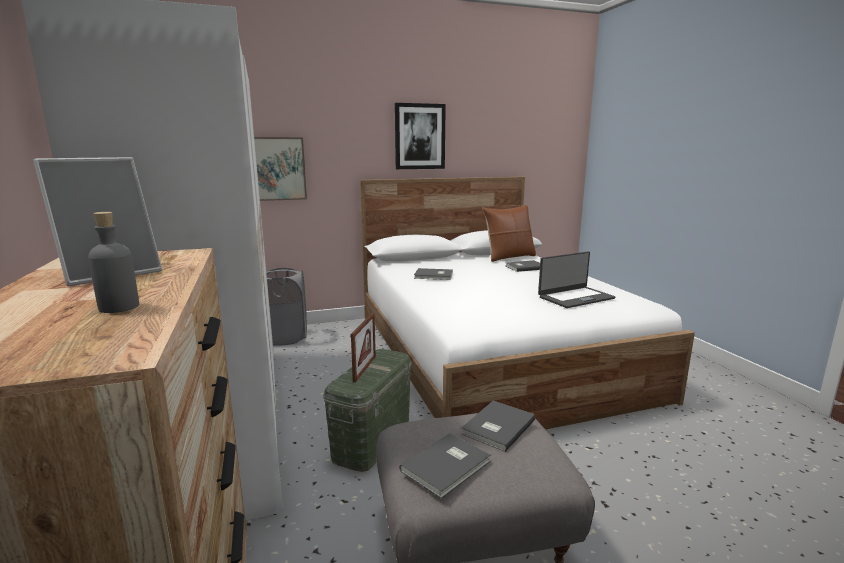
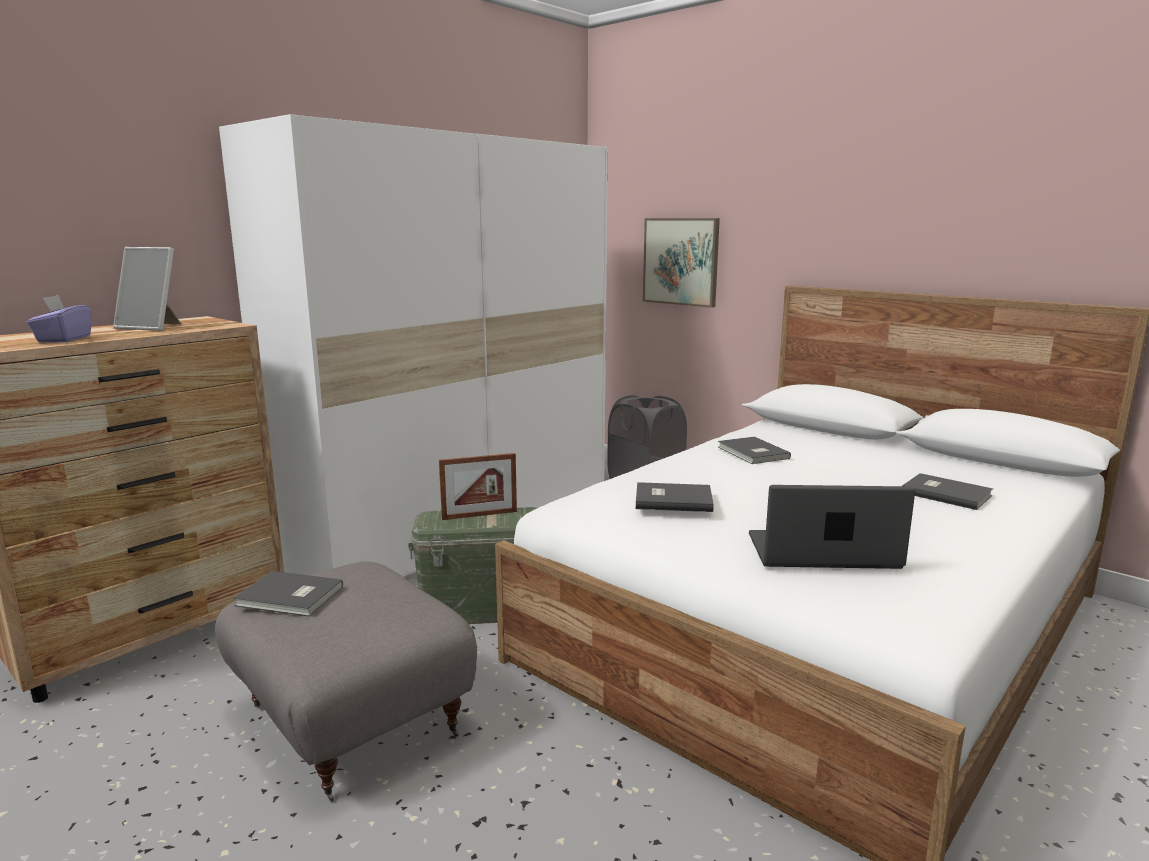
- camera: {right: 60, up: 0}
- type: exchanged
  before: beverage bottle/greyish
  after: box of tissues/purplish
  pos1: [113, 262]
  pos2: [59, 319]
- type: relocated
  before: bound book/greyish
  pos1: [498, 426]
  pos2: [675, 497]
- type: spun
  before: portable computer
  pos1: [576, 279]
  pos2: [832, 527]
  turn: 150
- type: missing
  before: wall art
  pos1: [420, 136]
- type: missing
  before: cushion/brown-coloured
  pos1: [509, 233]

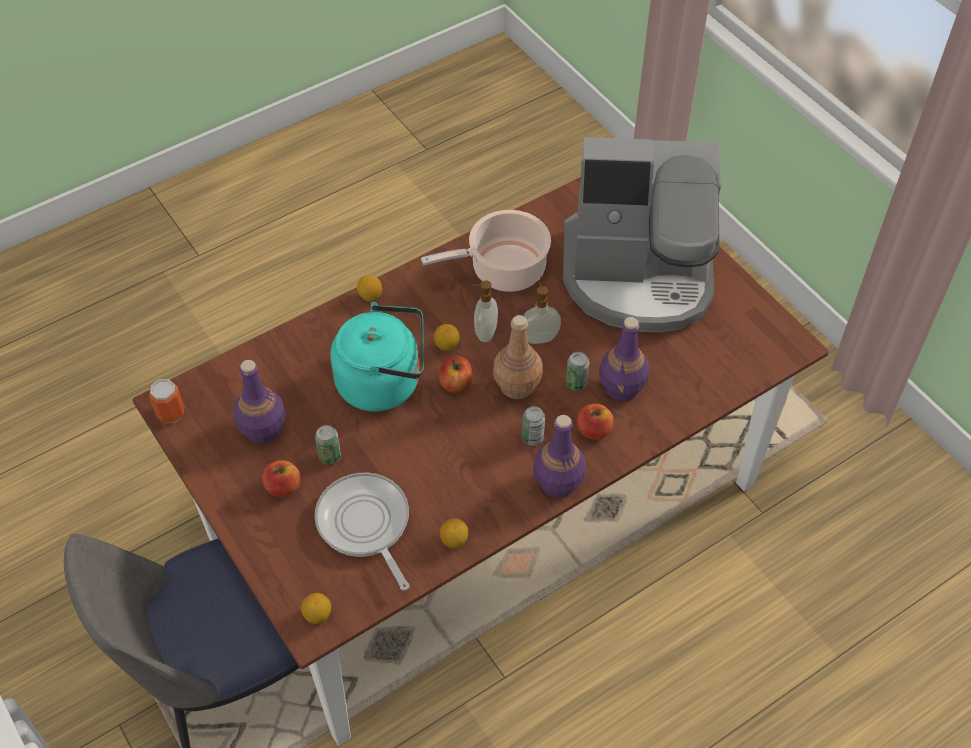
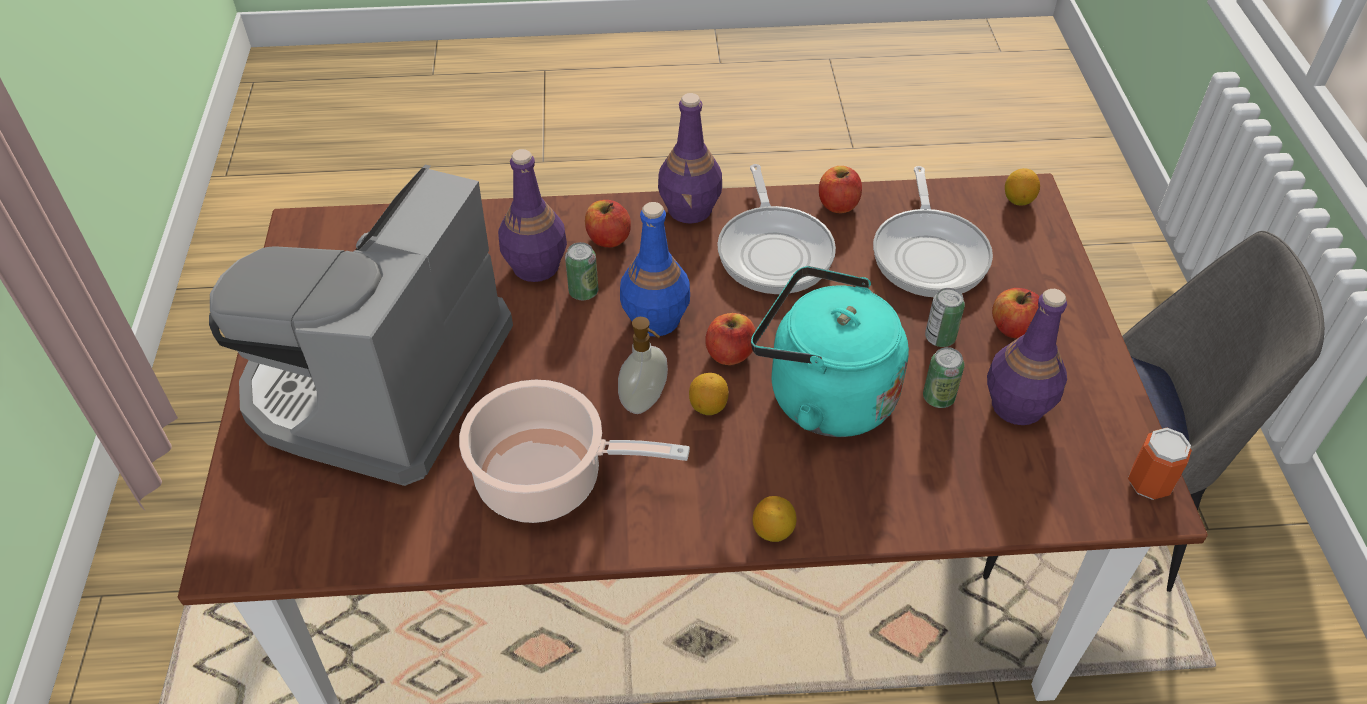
- camera: {right: -150, up: -5}
- type: spun
  before: coffee brewer
  pos1: [642, 234]
  pos2: [361, 325]
  turn: -105
- type: colour
  before: beverage bottle/brown-coloured
  after: beverage bottle/blue-coloured
  pos1: [518, 357]
  pos2: [655, 269]
- type: appeared
  after: skillet
  pos2: [776, 229]
- type: exchanged
  before: whole lemon
  after: apple fruit
  pos1: [454, 533]
  pos2: [840, 189]
- type: relocated
  before: can
  pos1: [533, 426]
  pos2: [943, 377]
- type: missing
  before: soap dispenser
  pos1: [542, 313]

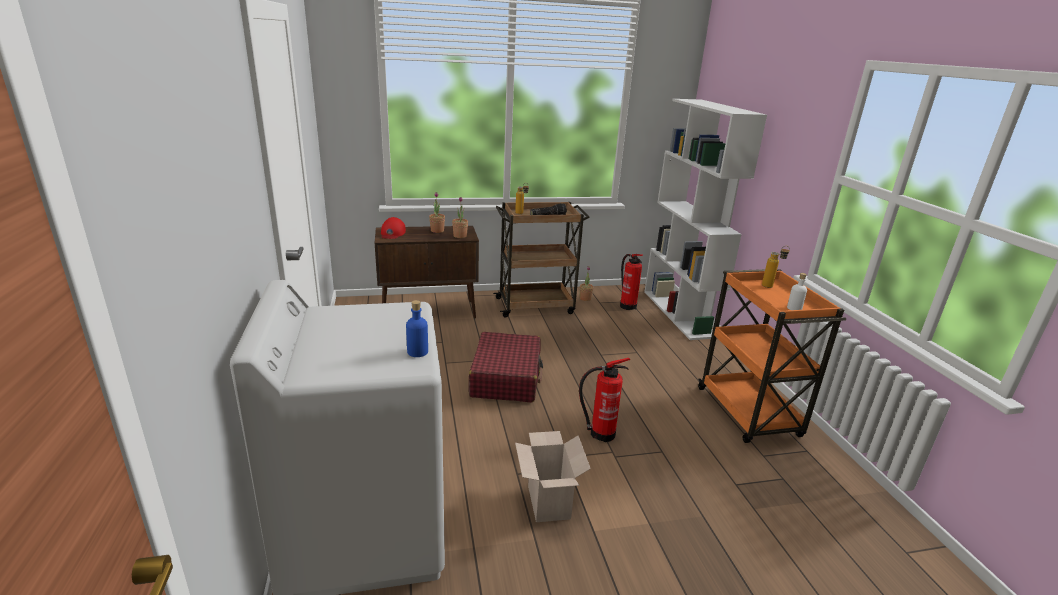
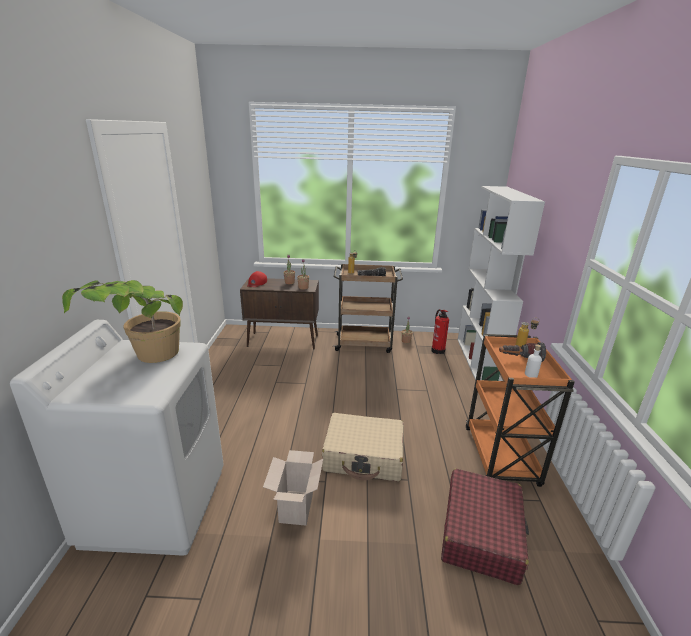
- camera: {right: 15, up: 0}
- type: appeared
  after: plant in a pot
  pos2: [122, 321]
- type: exchanged
  before: extinguisher
  after: piece of luggage/beige-coloured
  pos1: [604, 400]
  pos2: [363, 447]
- type: relocated
  before: piece of luggage/reddish
  pos1: [506, 367]
  pos2: [485, 526]
- type: appeared
  after: flashlight
  pos2: [522, 352]
- type: missing
  before: beverage bottle/blue-coloured
  pos1: [417, 328]

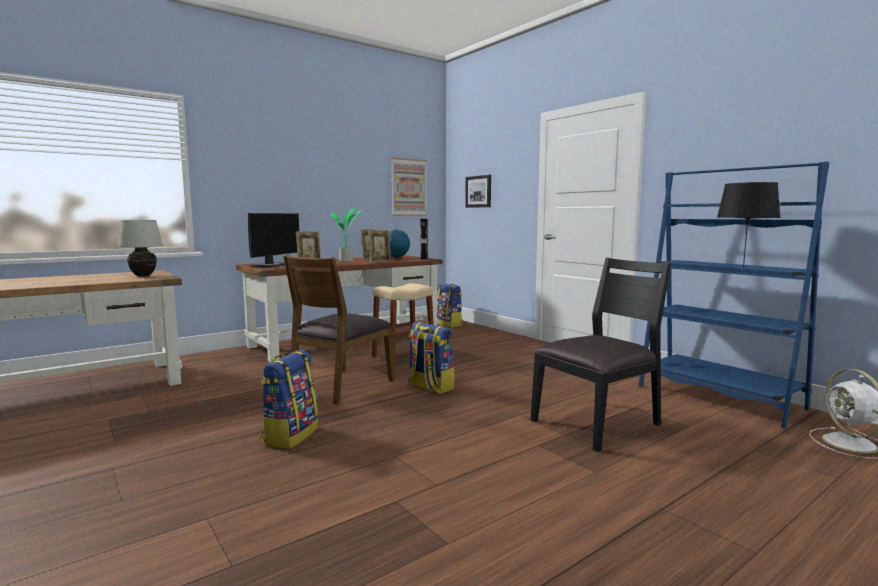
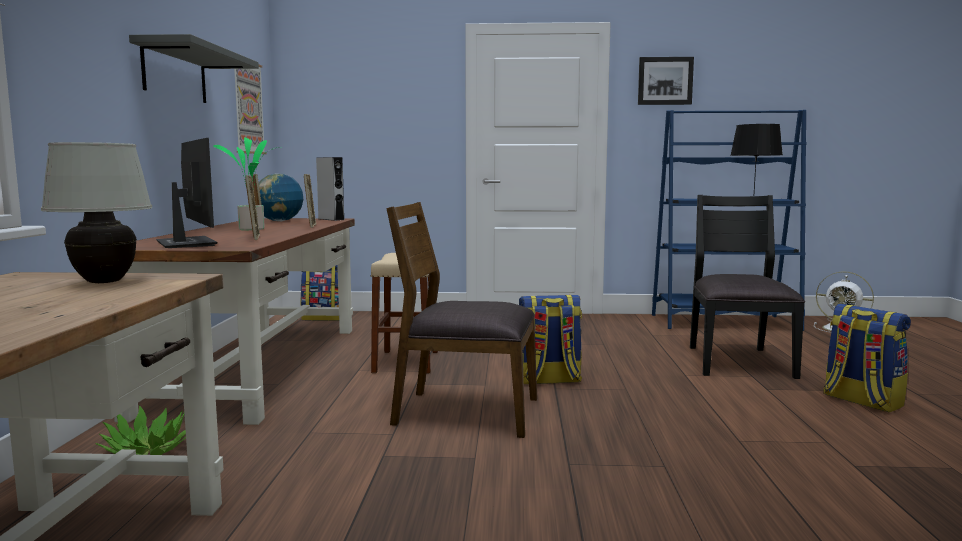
- camera: {right: -50, up: 0}
- type: appeared
  after: plant in a pot
  pos2: [141, 430]
- type: appeared
  after: shelf/greyish
  pos2: [194, 68]
- type: spun
  before: upright chair/brown-coloured
  pos1: [338, 330]
  pos2: [461, 320]
  turn: 120
- type: relocated
  before: wall art
  pos1: [478, 191]
  pos2: [666, 81]
- type: relocated
  before: knapsack
  pos1: [289, 399]
  pos2: [867, 358]

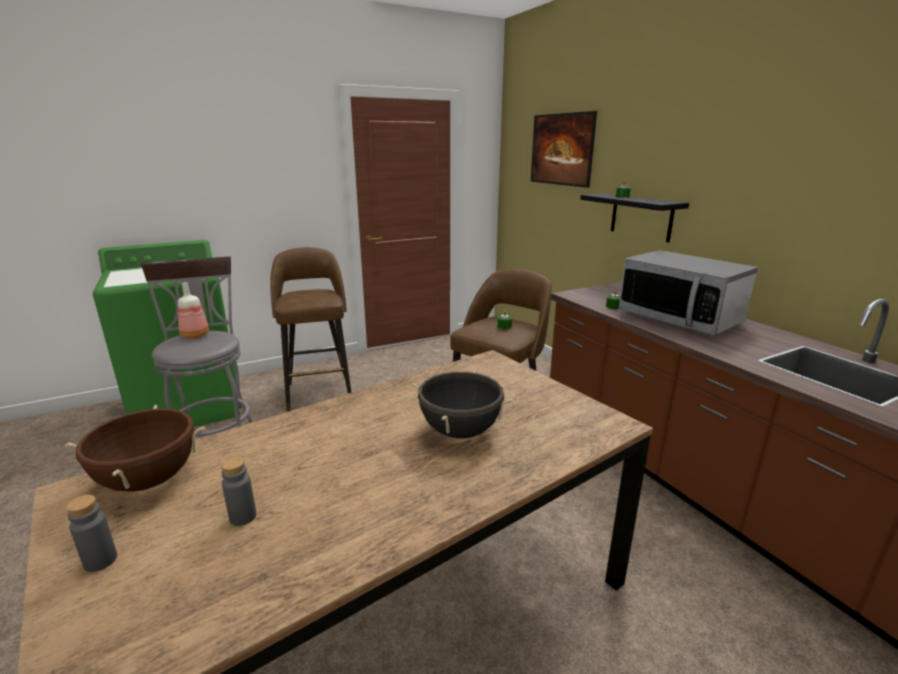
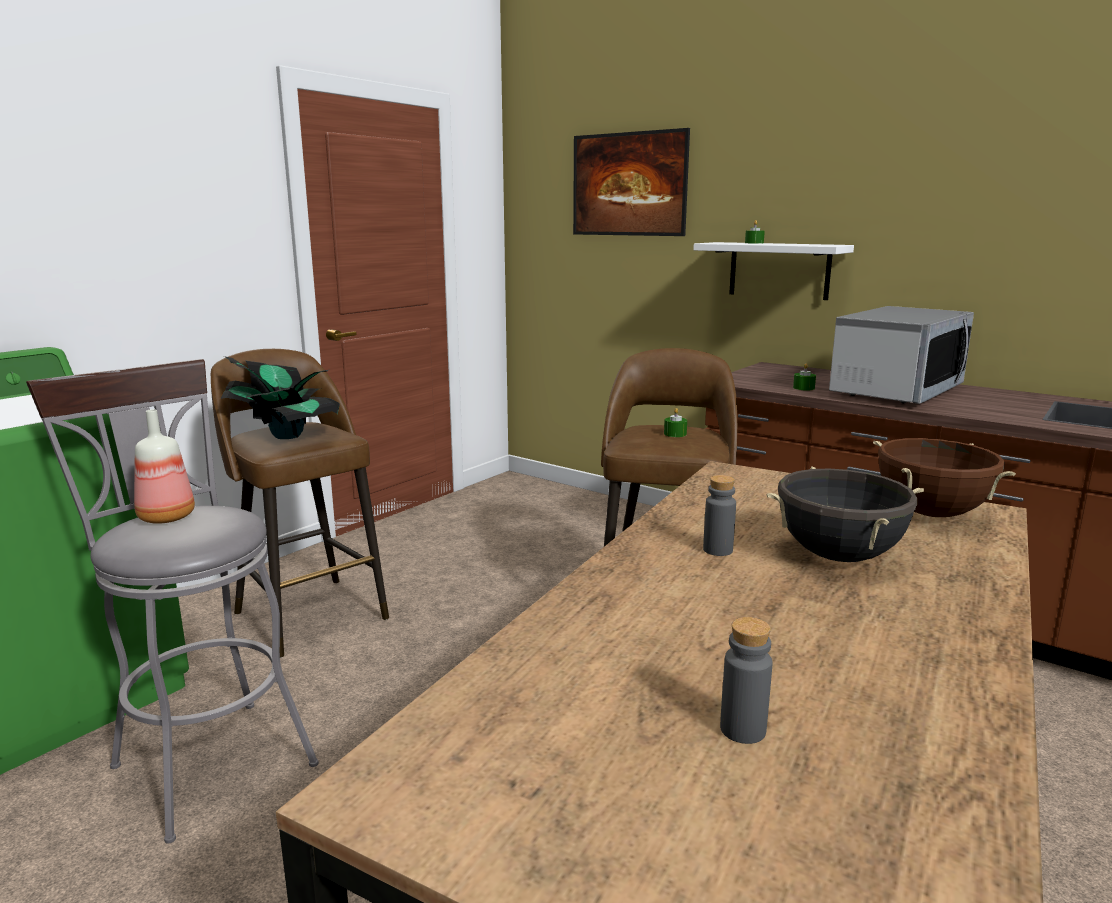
- camera: {right: -25, up: -5}
- type: appeared
  after: plant in a pot
  pos2: [280, 397]
- type: colour
  before: shelf/black
  after: shelf/white
  pos1: [634, 217]
  pos2: [773, 271]
- type: relocated
  before: beverage bottle/greyish
  pos1: [91, 533]
  pos2: [719, 515]
- type: spun
  before: kitchen microwave
  pos1: [688, 293]
  pos2: [901, 355]
  turn: -75
- type: relocated
  before: stockpot/brown-coloured
  pos1: [135, 448]
  pos2: [944, 477]

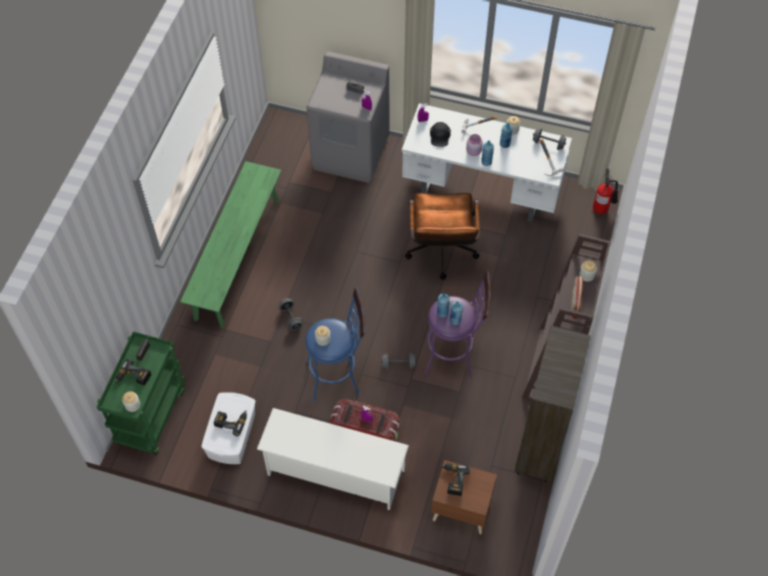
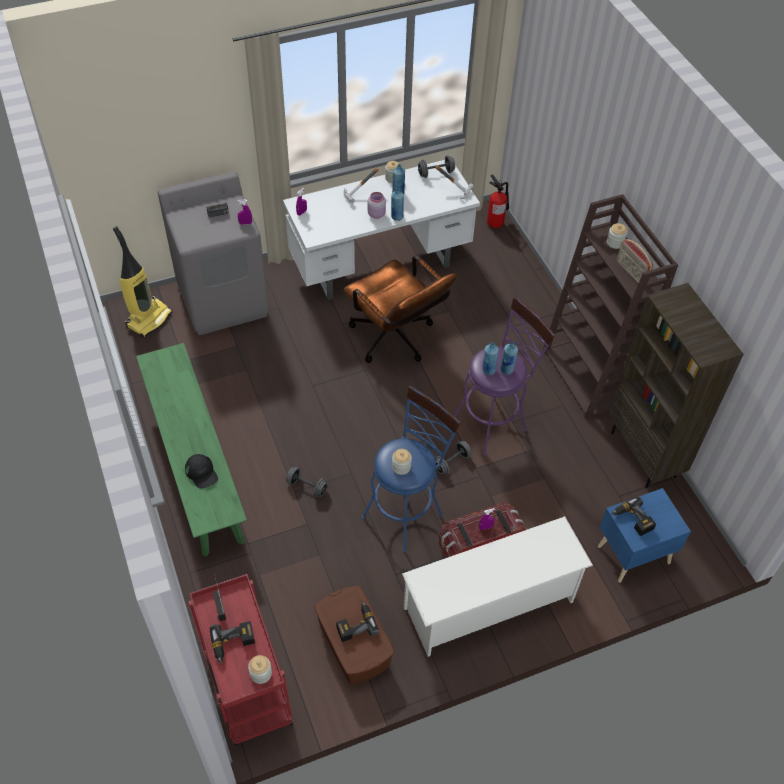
- camera: {right: -40, up: -5}
- type: appeared
  after: hoover
  pos2: [142, 282]
- type: relocated
  before: peaked cap/black
  pos1: [440, 134]
  pos2: [201, 471]
- type: colour
  before: trolley/green-coloured
  after: trolley/reddish
  pos1: [141, 393]
  pos2: [241, 660]
- type: colour
  before: storage container/white
  after: storage container/brown-coloured
  pos1: [228, 428]
  pos2: [354, 635]
- type: colour
  before: nightstand/brown-coloured
  after: nightstand/blue-coloured
  pos1: [464, 497]
  pos2: [644, 535]

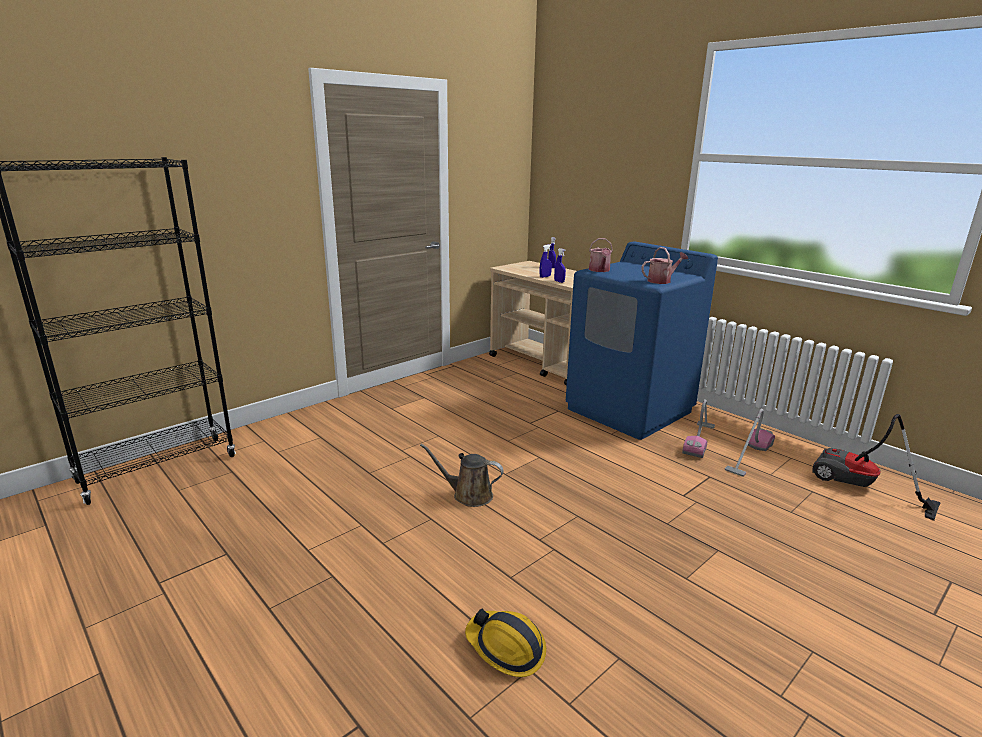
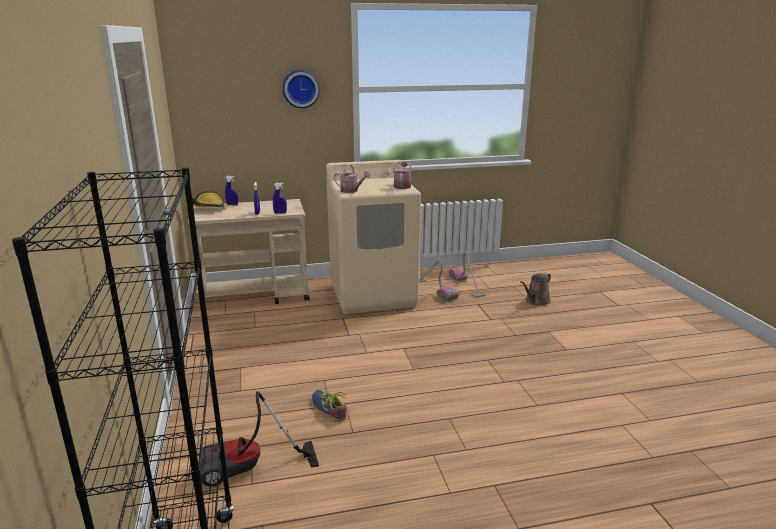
- camera: {right: -60, up: 0}
- type: relocated
  before: safety helmet
  pos1: [505, 642]
  pos2: [205, 200]
- type: relocated
  before: hoover
  pos1: [876, 467]
  pos2: [259, 439]
- type: appeared
  after: hanging clock
  pos2: [301, 89]
- type: appeared
  after: shoe
  pos2: [329, 406]
- type: colour
  before: washing machine/blue-coloured
  after: washing machine/beige-coloured
  pos1: [642, 341]
  pos2: [373, 237]
- type: relocated
  before: watering can/brown-coloured
  pos1: [462, 475]
  pos2: [535, 289]

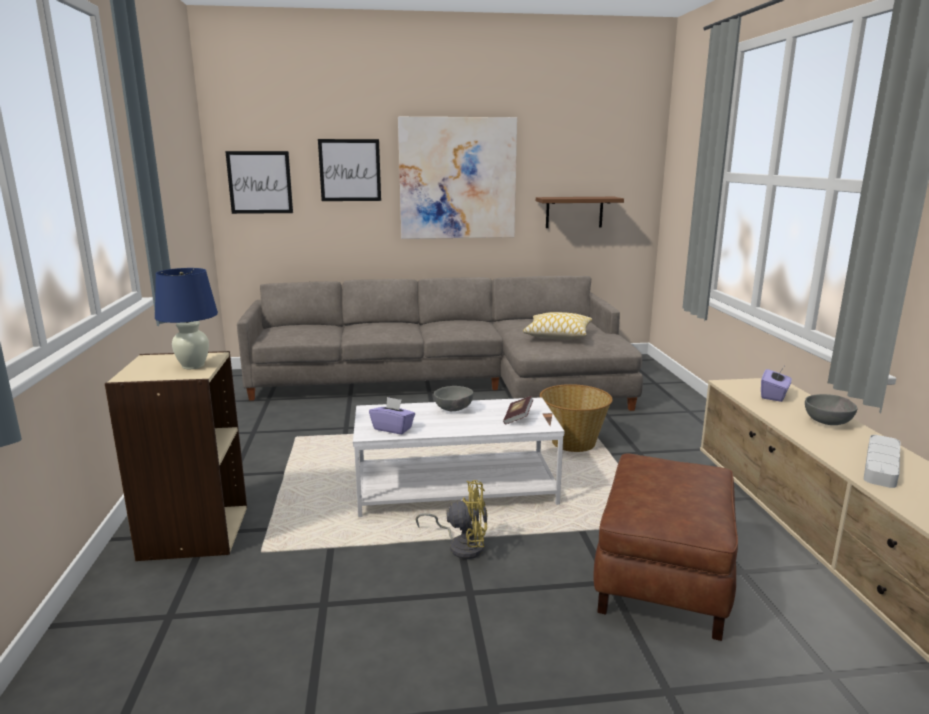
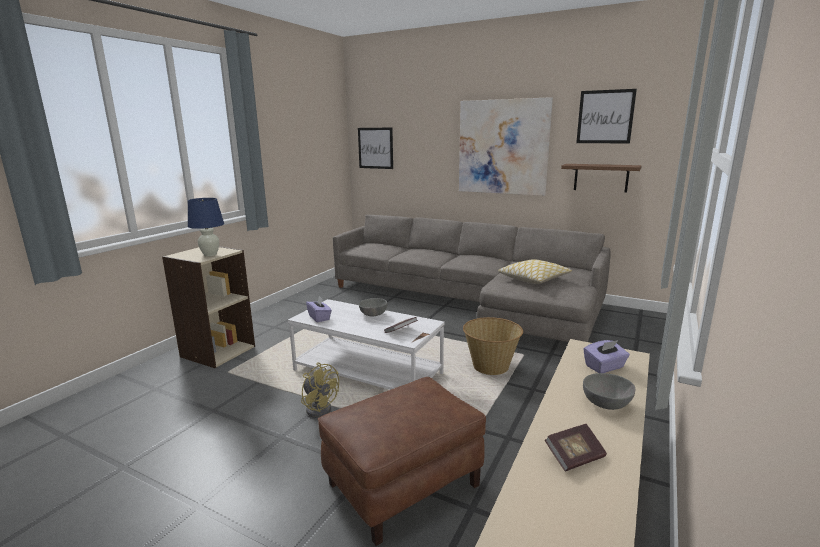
- camera: {right: 35, up: 0}
- type: exchanged
  before: carrying tray/greyish
  after: bound book
  pos1: [882, 461]
  pos2: [576, 447]
- type: relocated
  before: wall art
  pos1: [349, 170]
  pos2: [606, 116]

